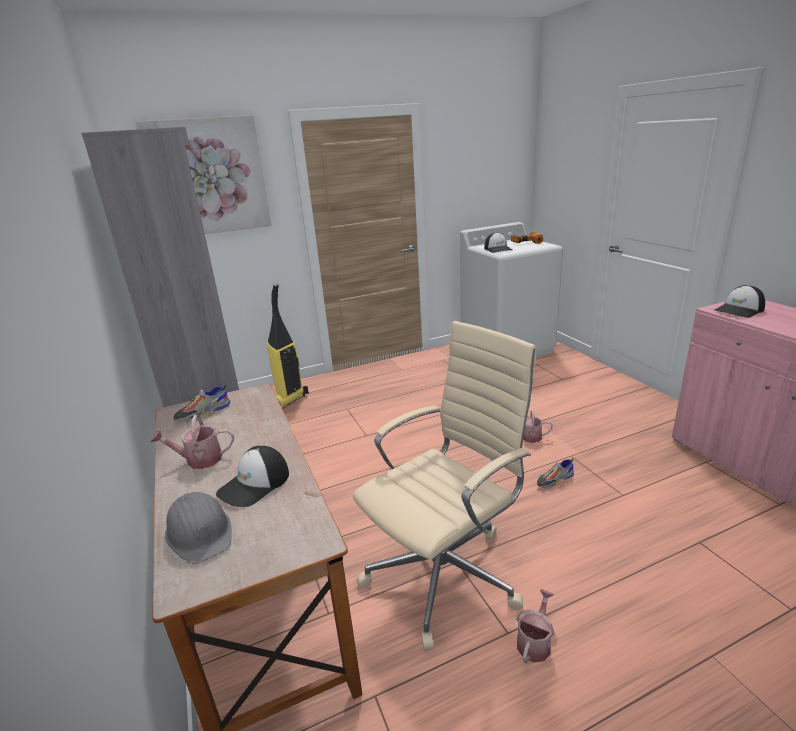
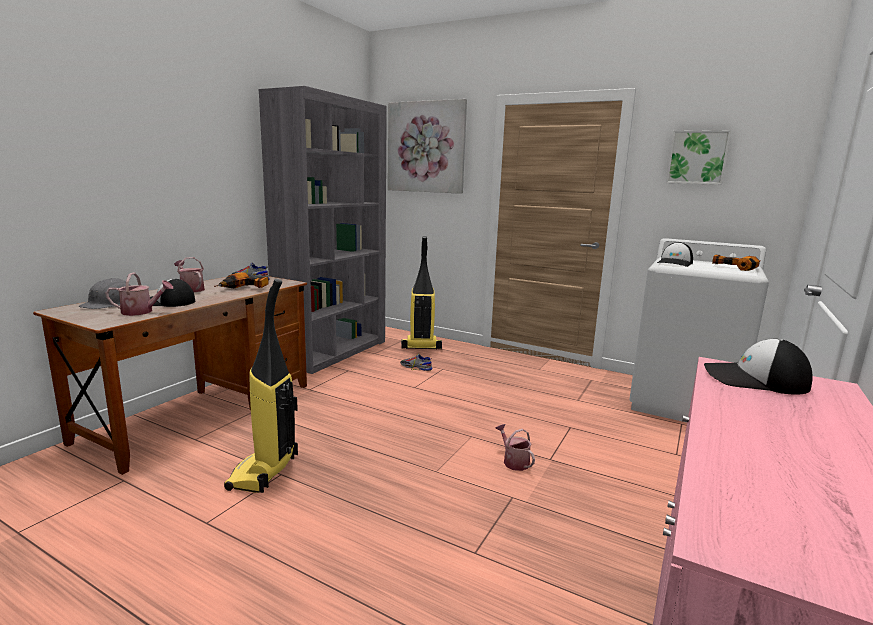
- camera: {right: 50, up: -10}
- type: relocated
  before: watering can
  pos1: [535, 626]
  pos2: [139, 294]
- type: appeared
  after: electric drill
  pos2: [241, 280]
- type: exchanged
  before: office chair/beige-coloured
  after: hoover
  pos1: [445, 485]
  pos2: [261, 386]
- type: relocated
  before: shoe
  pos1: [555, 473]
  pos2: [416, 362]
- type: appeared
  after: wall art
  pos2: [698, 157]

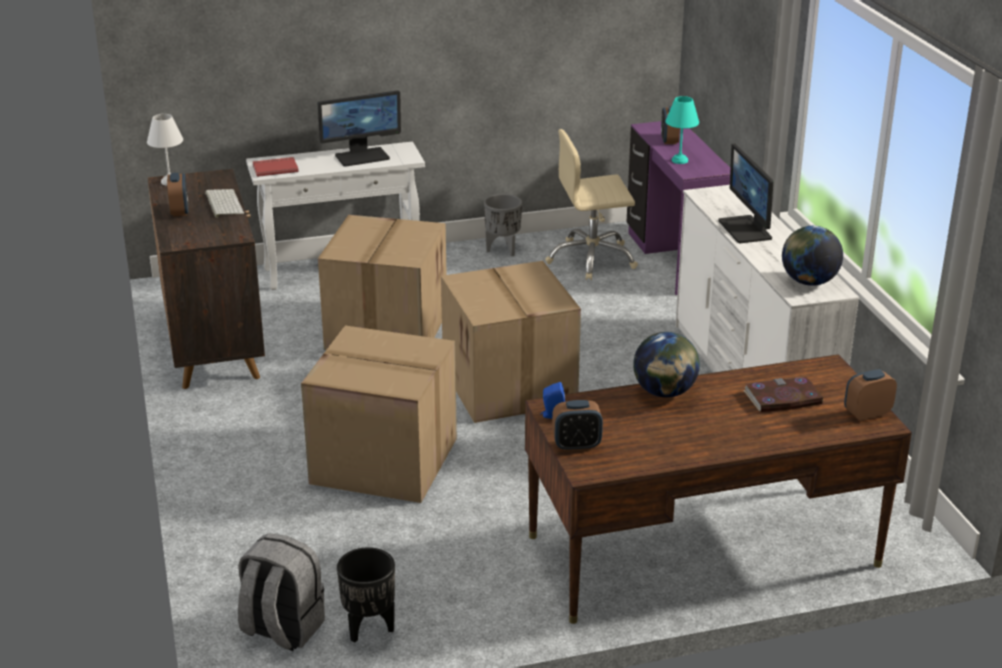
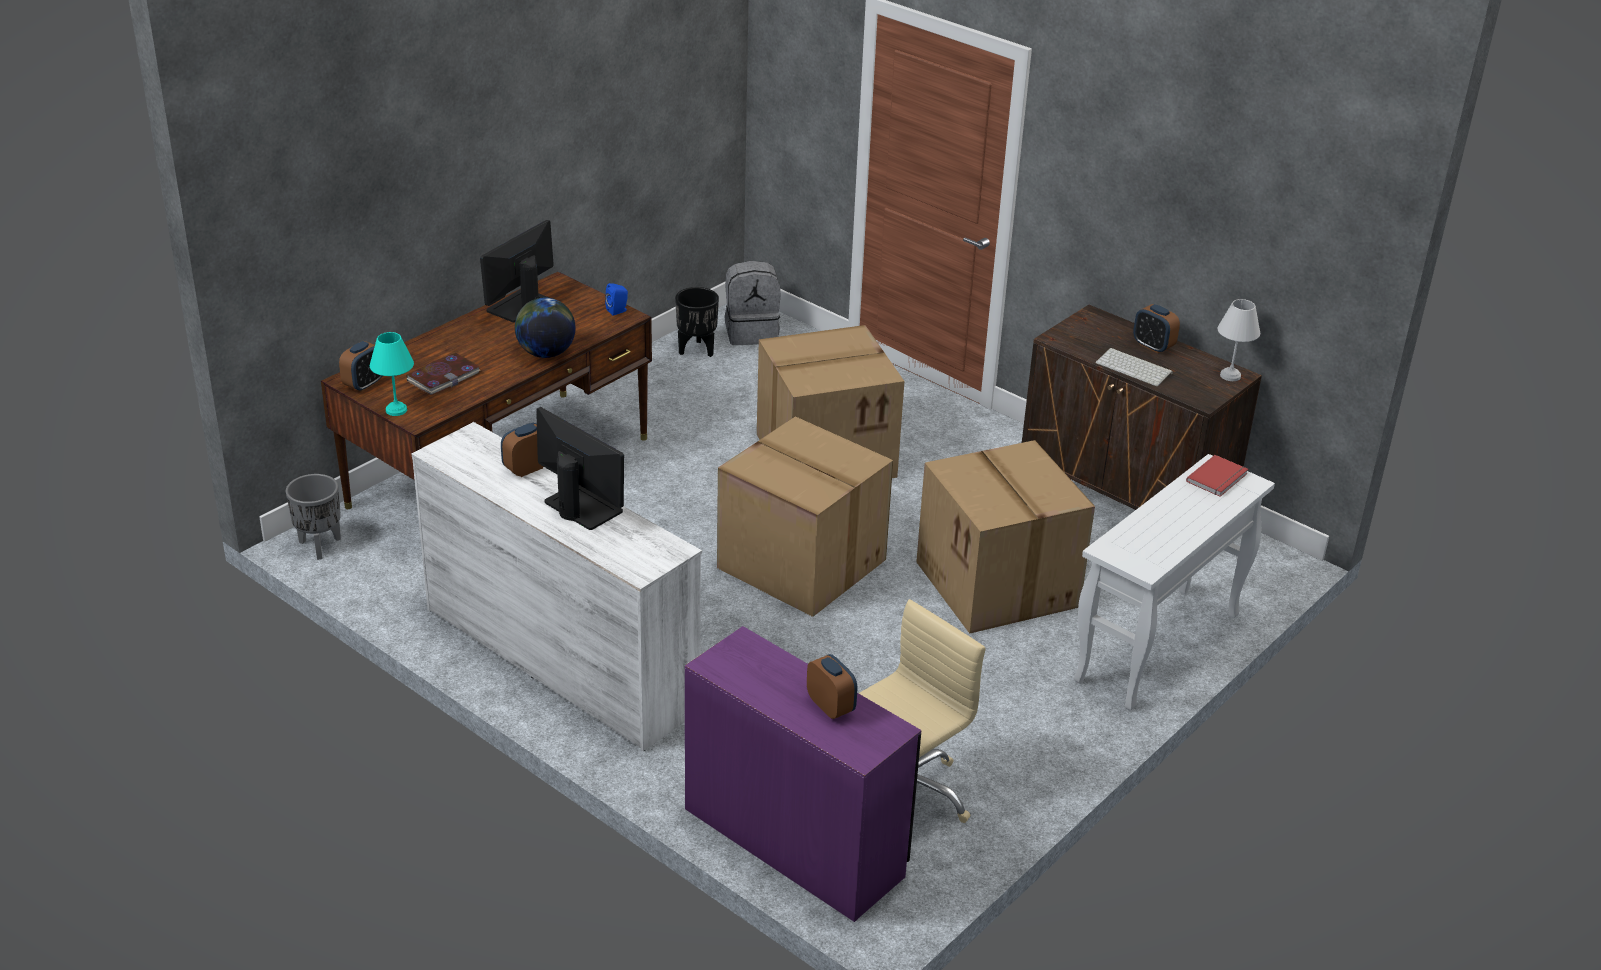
- camera: {right: 145, up: 5}
- type: relocated
  before: planter/greyish
  pos1: [503, 225]
  pos2: [313, 517]
- type: relocated
  before: tabletop lamp/turquoise
  pos1: [682, 130]
  pos2: [392, 374]
- type: relocated
  before: computer screen
  pos1: [359, 128]
  pos2: [517, 271]
- type: relocated
  before: bedside clock
  pos1: [577, 425]
  pos2: [522, 450]
- type: missing
  before: desk globe
  pos1: [812, 256]

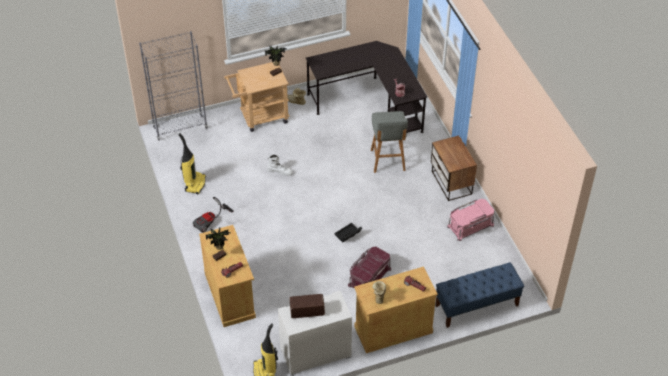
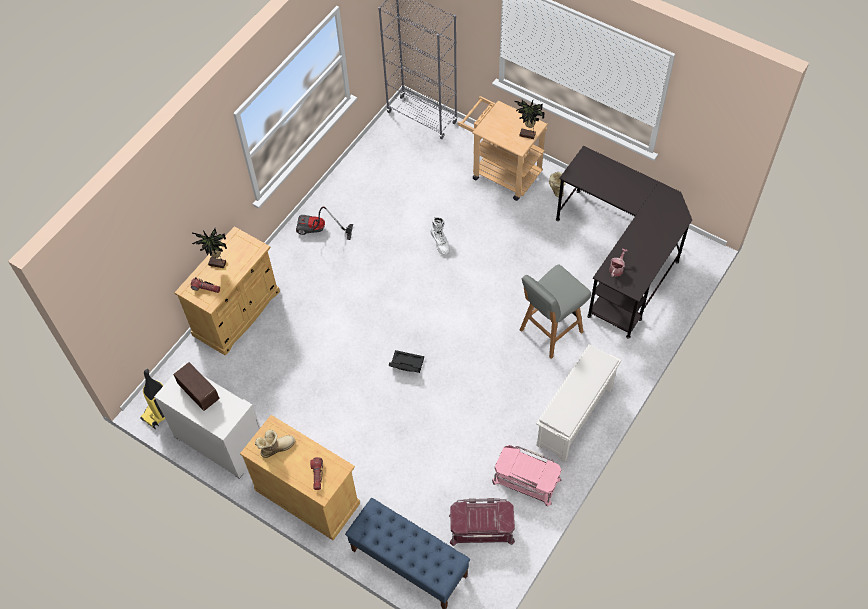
- camera: {right: 55, up: 10}
- type: relocated
  before: storage container/reddish
  pos1: [369, 267]
  pos2: [482, 522]
- type: exchanged
  before: nightstand
  after: shoe shelf/white
  pos1: [454, 168]
  pos2: [578, 403]
- type: missing
  before: hoover
  pos1: [192, 163]

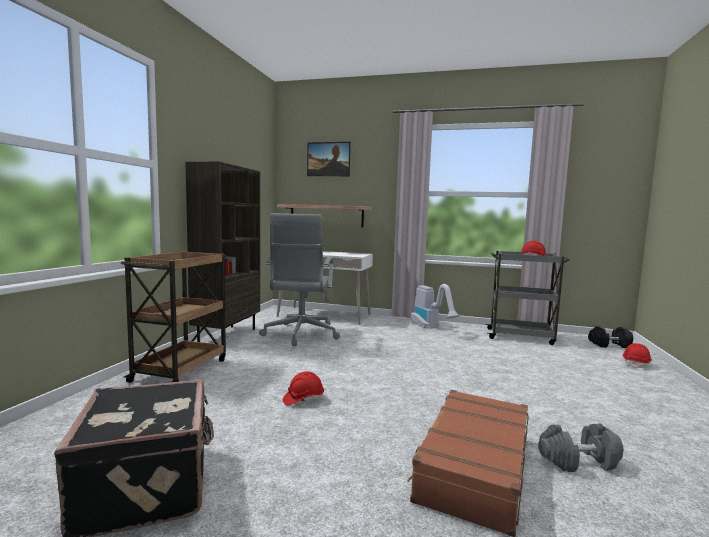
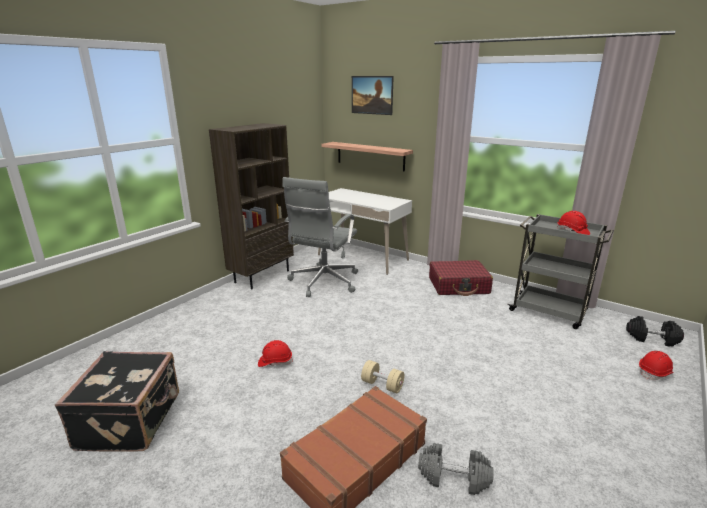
- camera: {right: 20, up: 15}
- type: appeared
  after: dumbbell/beige-coloured
  pos2: [382, 376]
- type: exchanged
  before: hoover
  after: piece of luggage/reddish
  pos1: [435, 306]
  pos2: [461, 278]
- type: missing
  before: trolley/brown-coloured
  pos1: [173, 317]

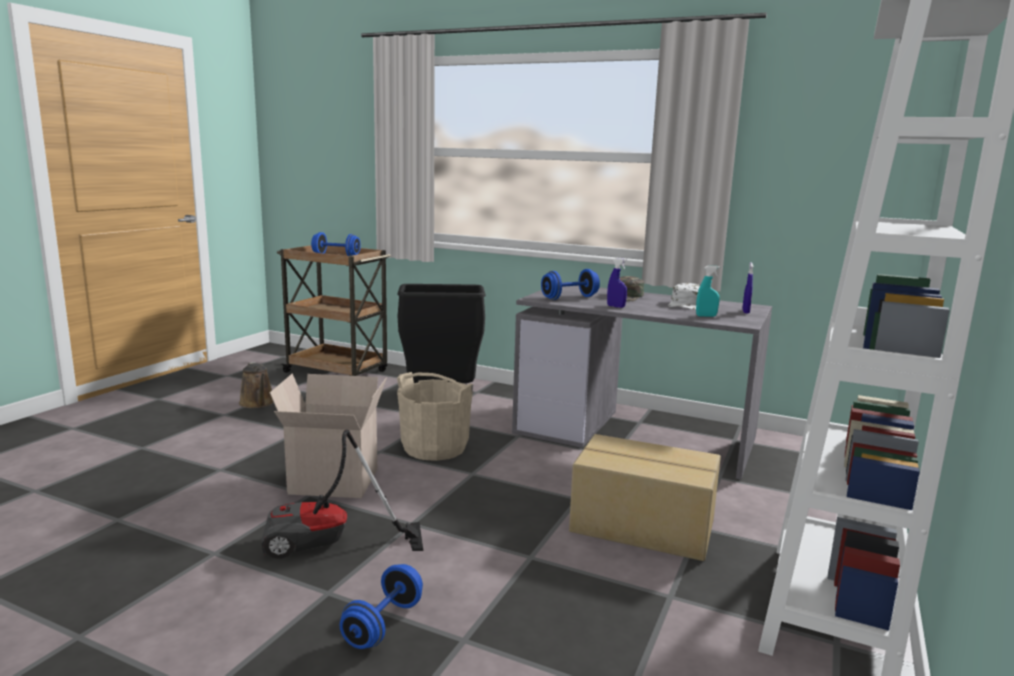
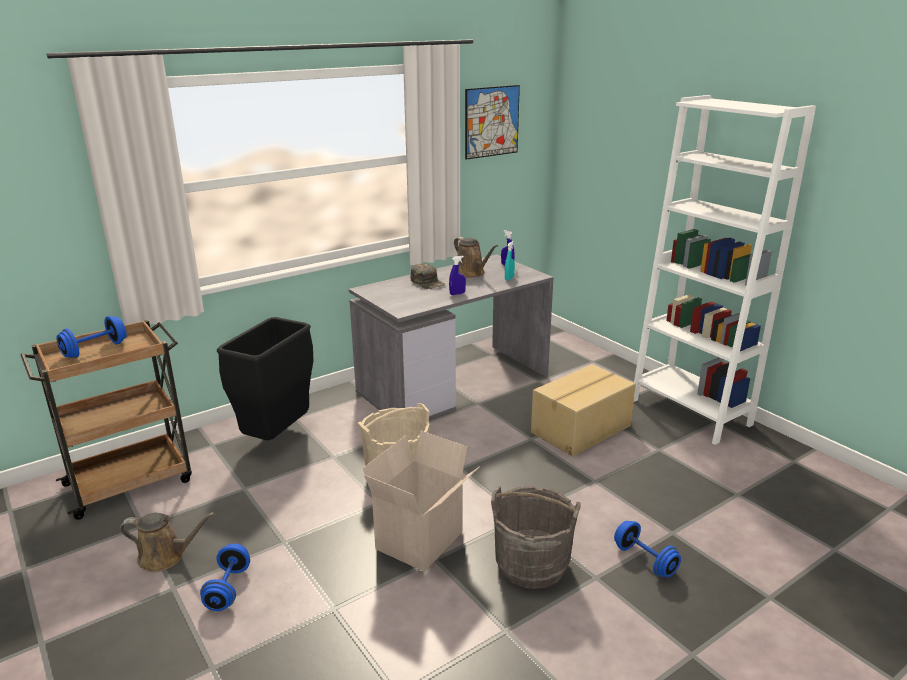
- camera: {right: -60, up: 10}
- type: relocated
  before: dumbbell/blue-coloured
  pos1: [570, 284]
  pos2: [225, 577]
- type: exchanged
  before: peaked cap/white
  after: watering can/brown-coloured
  pos1: [684, 296]
  pos2: [476, 257]
- type: appeared
  after: wall art
  pos2: [492, 122]
- type: exchanged
  before: hoover
  after: pail/greyish
  pos1: [342, 494]
  pos2: [536, 537]

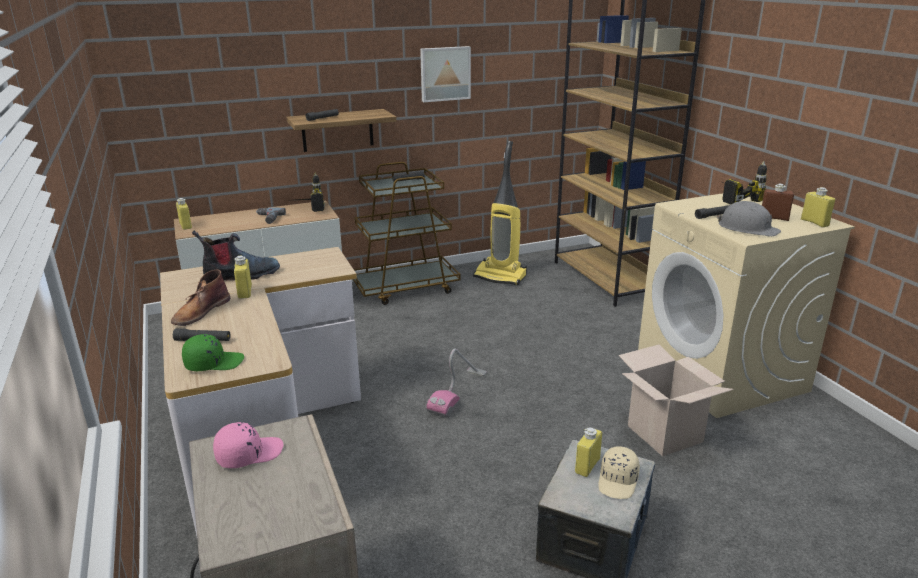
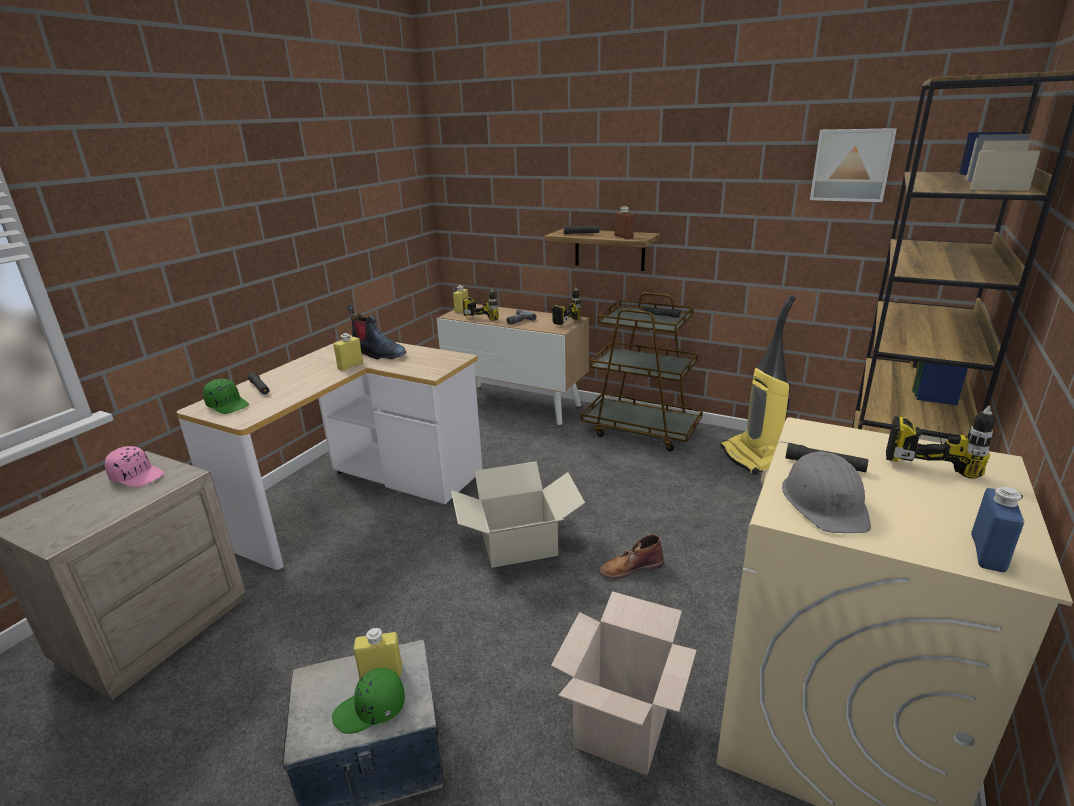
- camera: {right: 50, up: 0}
- type: colour
  before: peaked cap/beige-coloured
  after: peaked cap/green-coloured
  pos1: [619, 472]
  pos2: [368, 701]
- type: exchanged
  before: hoover
  after: packing box
  pos1: [456, 382]
  pos2: [518, 515]
- type: appeared
  after: electric drill
  pos2: [481, 304]
- type: relocated
  before: boot/brown-coloured
  pos1: [200, 297]
  pos2: [631, 556]
- type: relocated
  before: beverage bottle/brown-coloured
  pos1: [778, 202]
  pos2: [624, 222]
- type: relocated
  before: wall art
  pos1: [445, 74]
  pos2: [853, 165]
- type: colour
  before: beverage bottle/yellowish
  after: beverage bottle/blue-coloured
  pos1: [818, 207]
  pos2: [997, 529]

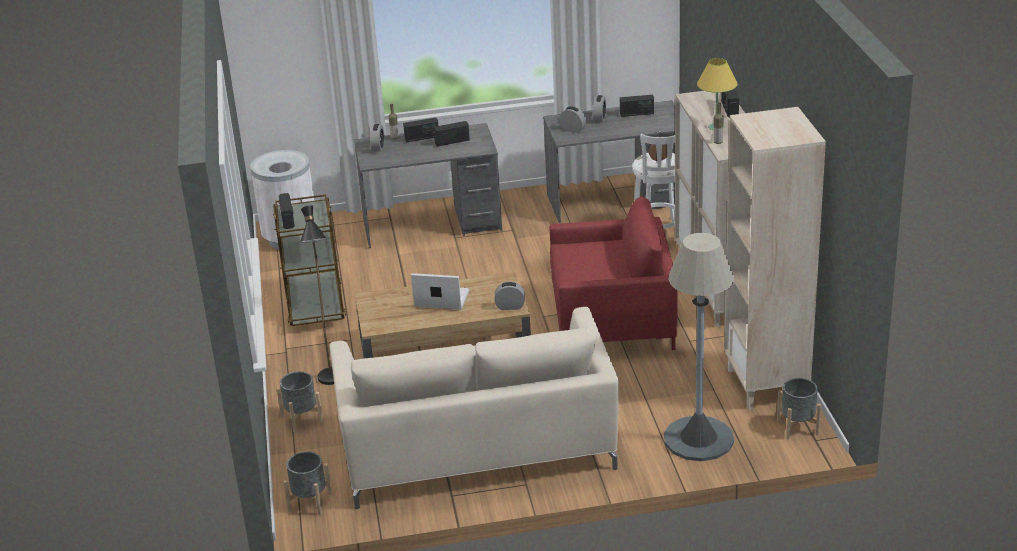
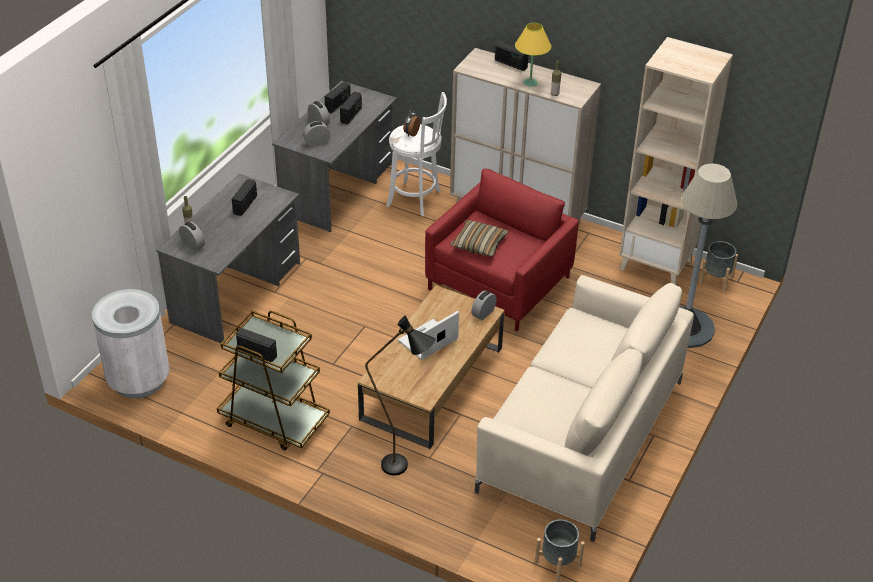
- camera: {right: -55, up: 10}
- type: relocated
  before: radio
  pos1: [420, 129]
  pos2: [351, 108]
- type: appeared
  after: cushion
  pos2: [479, 238]
- type: missing
  before: planter/greyish
  pos1: [300, 401]

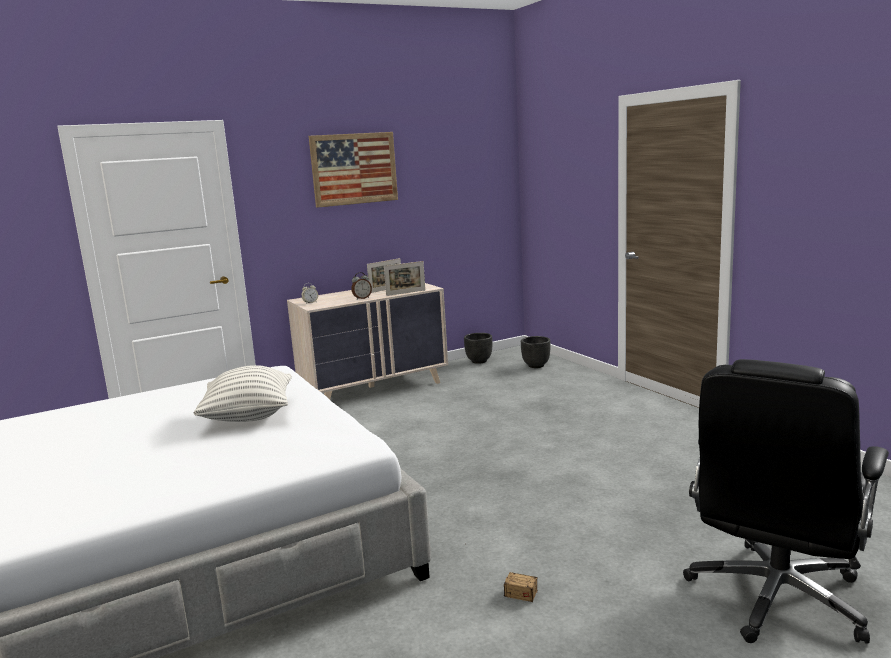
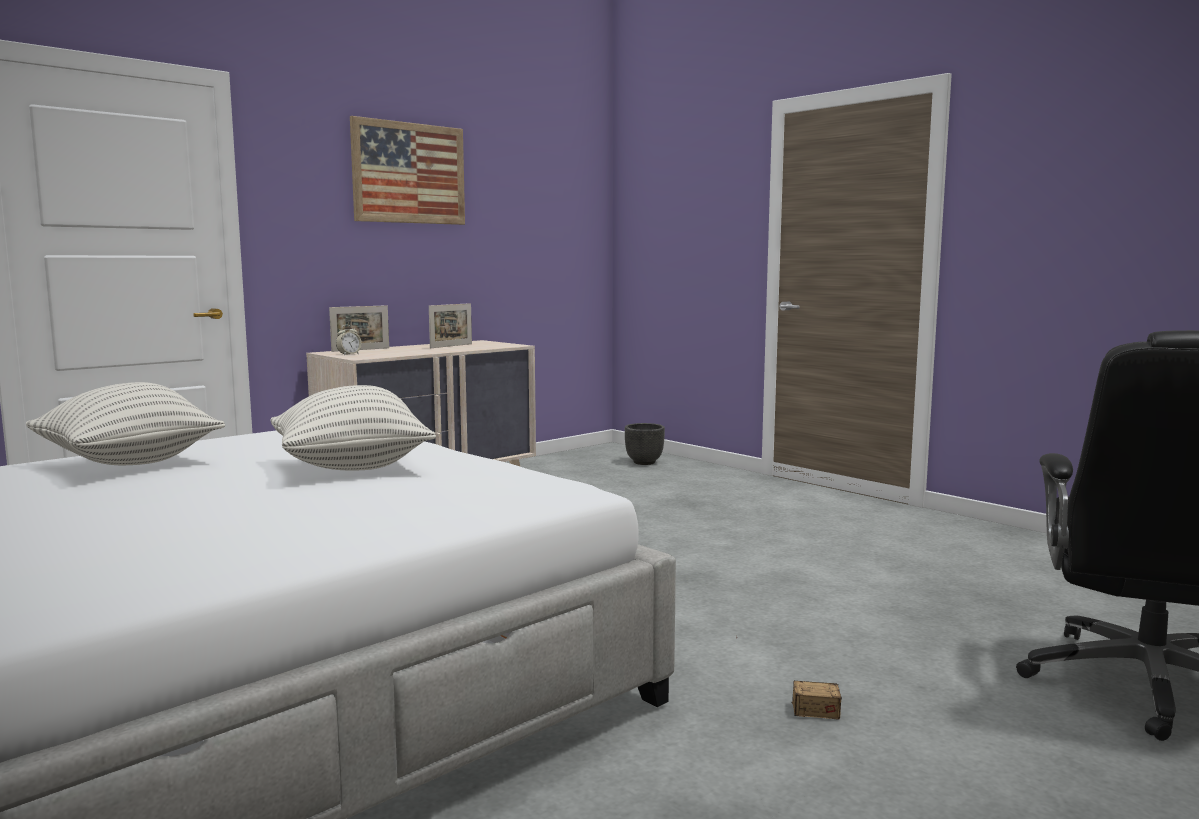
- camera: {right: -15, up: -5}
- type: appeared
  after: cushion
  pos2: [125, 423]
- type: relocated
  before: picture frame
  pos1: [404, 278]
  pos2: [359, 328]
- type: missing
  before: bedside clock
  pos1: [361, 286]
- type: missing
  before: planter/black
  pos1: [478, 348]

